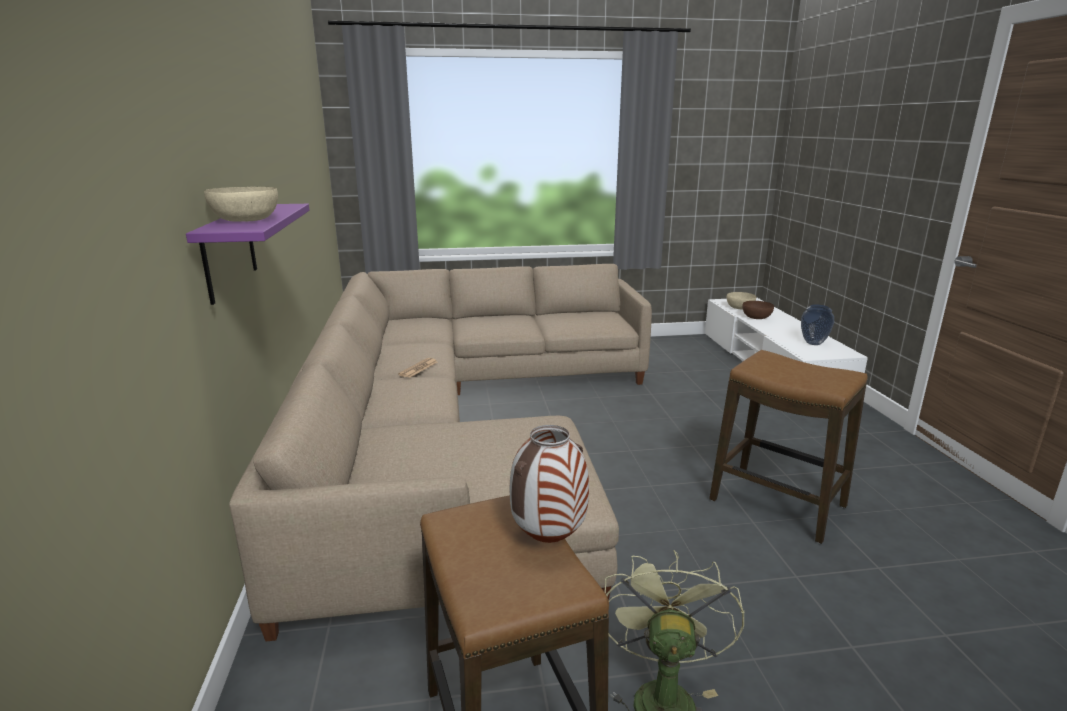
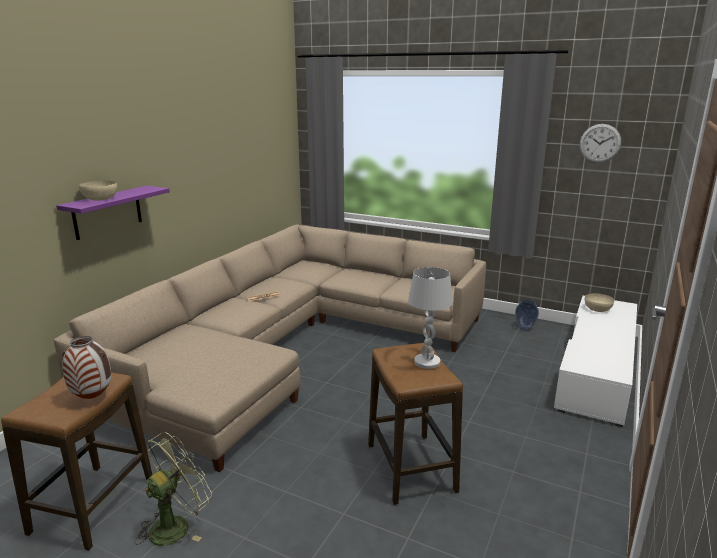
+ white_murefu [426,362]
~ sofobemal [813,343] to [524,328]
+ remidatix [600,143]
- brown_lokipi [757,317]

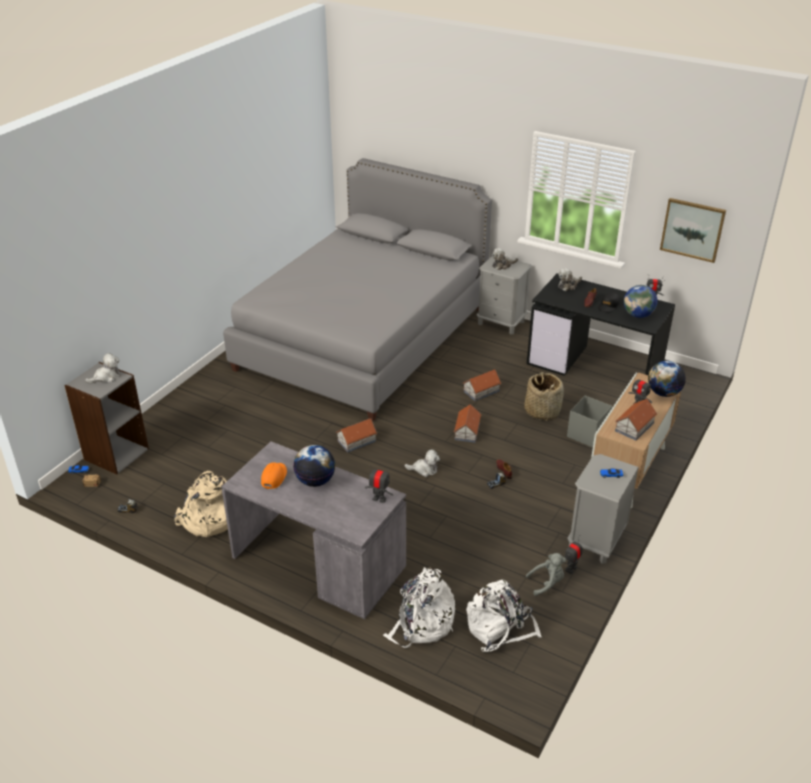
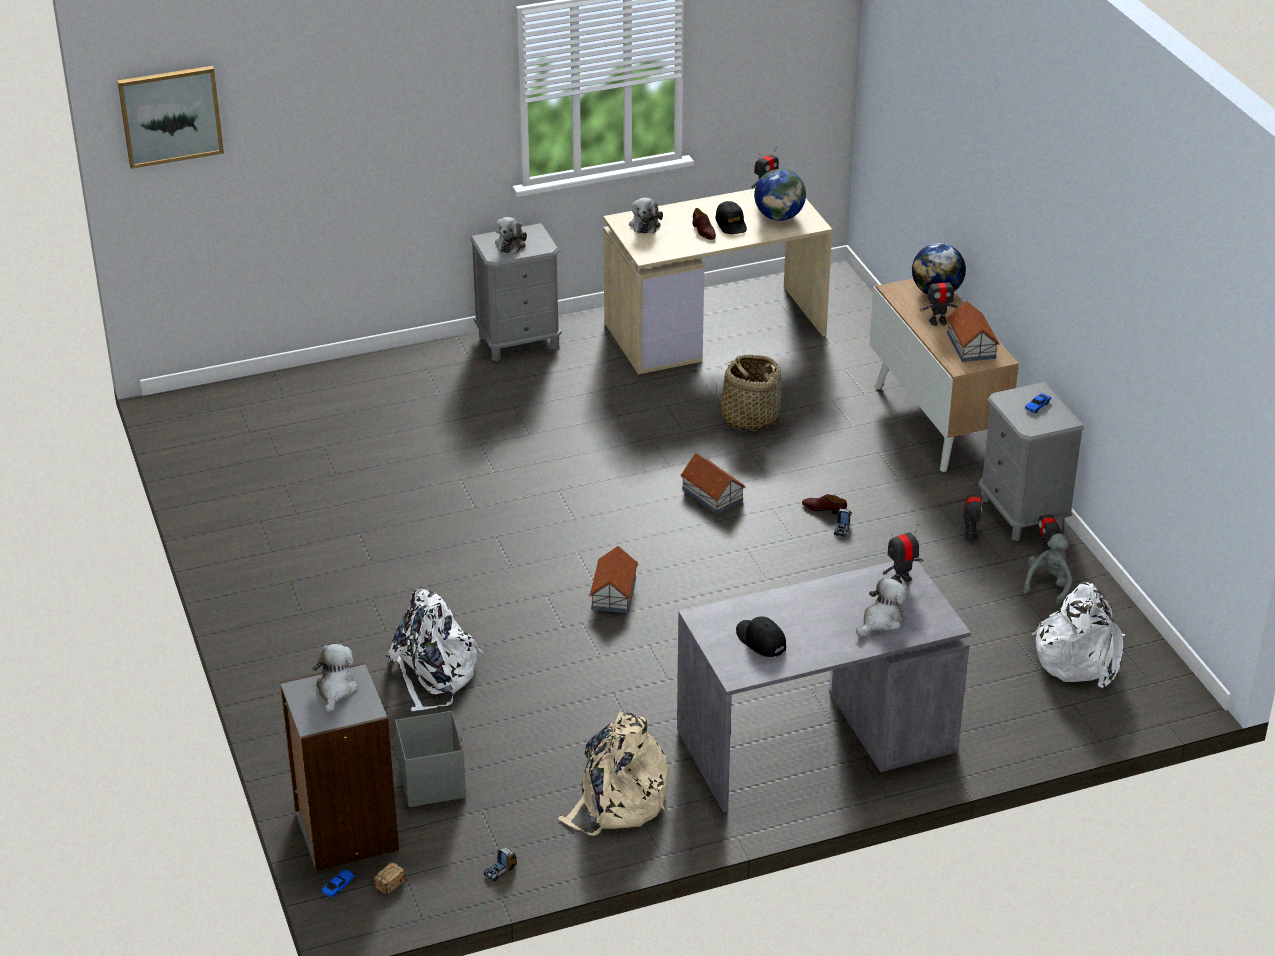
~ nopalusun [692,229] to [170,115]
~ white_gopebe [421,623] to [434,674]
~ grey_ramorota [588,434] to [432,781]
~ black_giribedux [595,366] to beige_giribedux [715,328]
~ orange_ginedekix [274,477] to black_ginedekix [760,640]
~ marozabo [424,469] to [881,621]
+ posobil [970,535]
- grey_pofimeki [363,338]
- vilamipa [315,481]
- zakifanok [481,391]

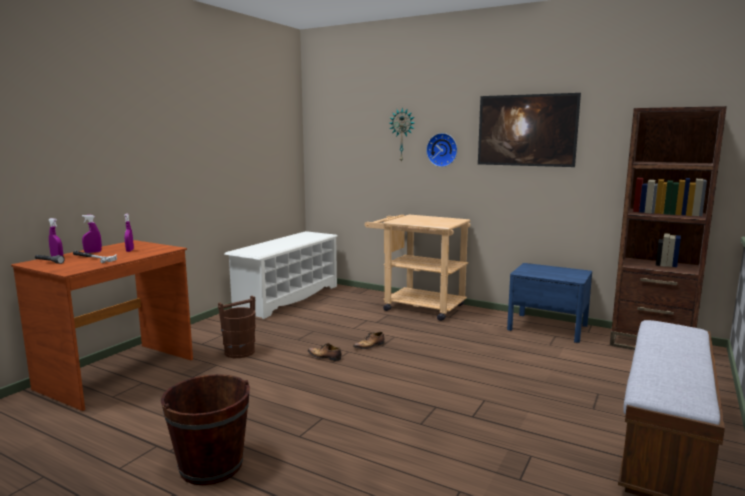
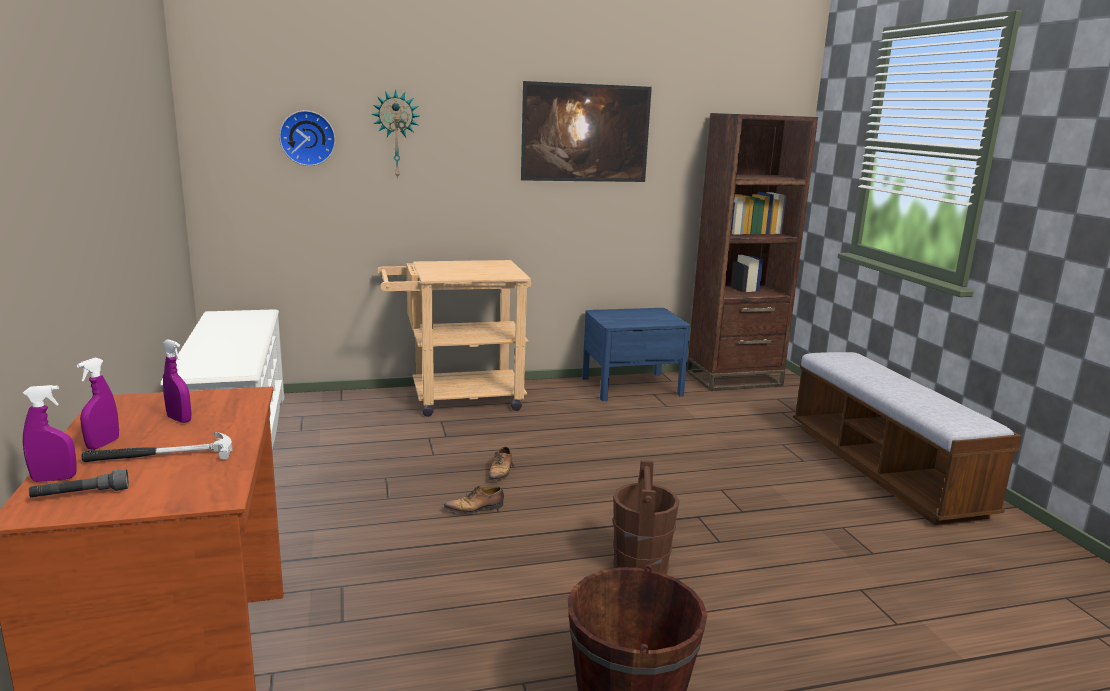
~ remidatix [442,150] to [307,138]
~ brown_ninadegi [240,352] to [641,566]

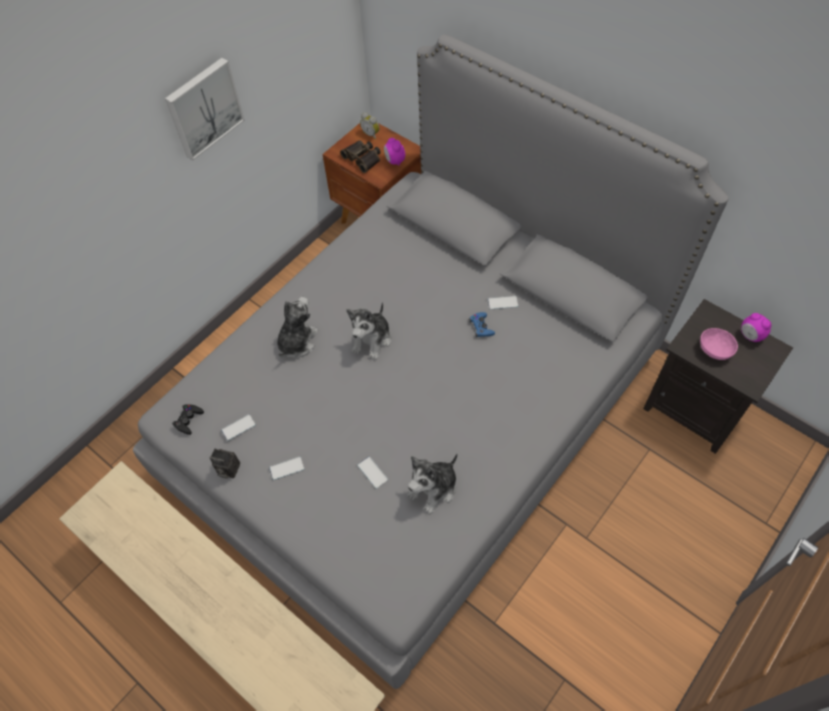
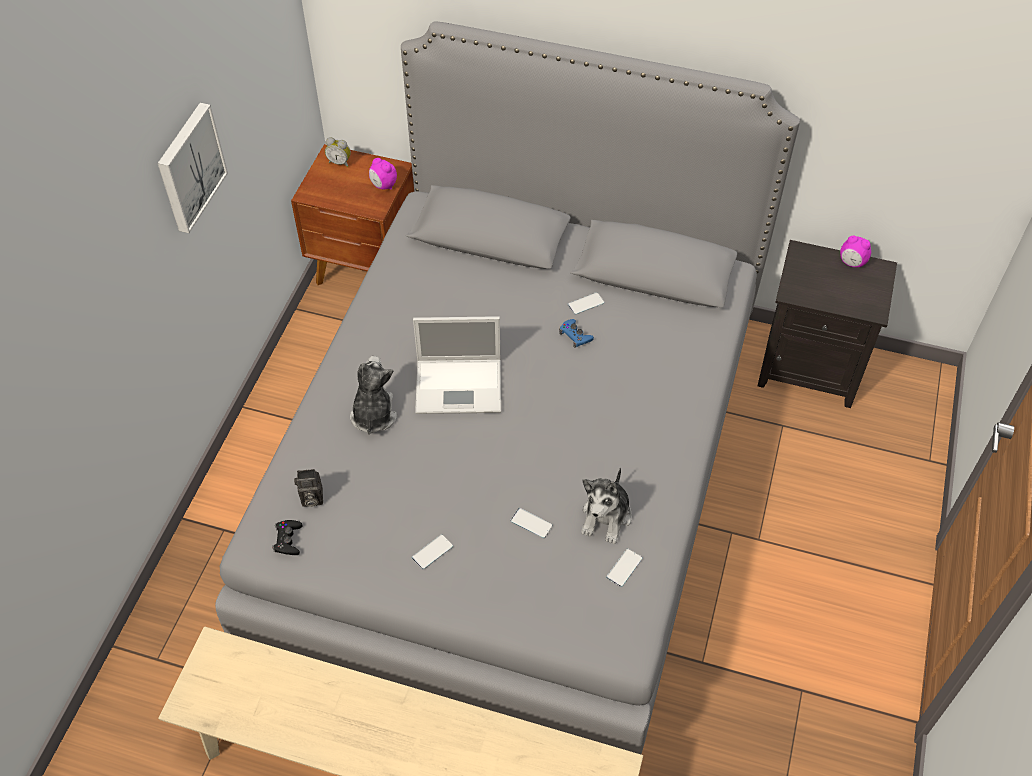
~ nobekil [227,470] to [311,499]
~ marozabo [372,340] to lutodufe [460,385]
~ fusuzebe [238,427] to [624,568]
- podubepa [363,158]
- pink_lokipi [714,349]

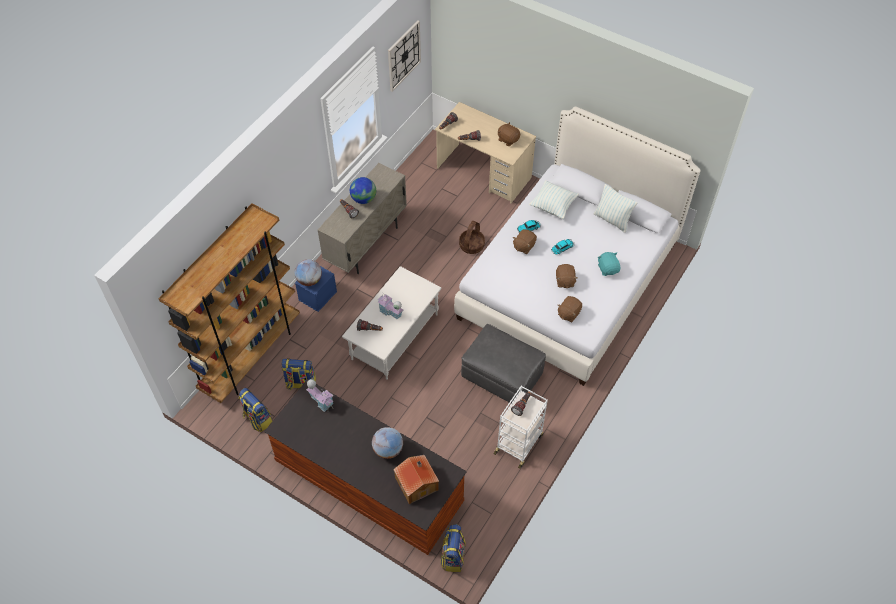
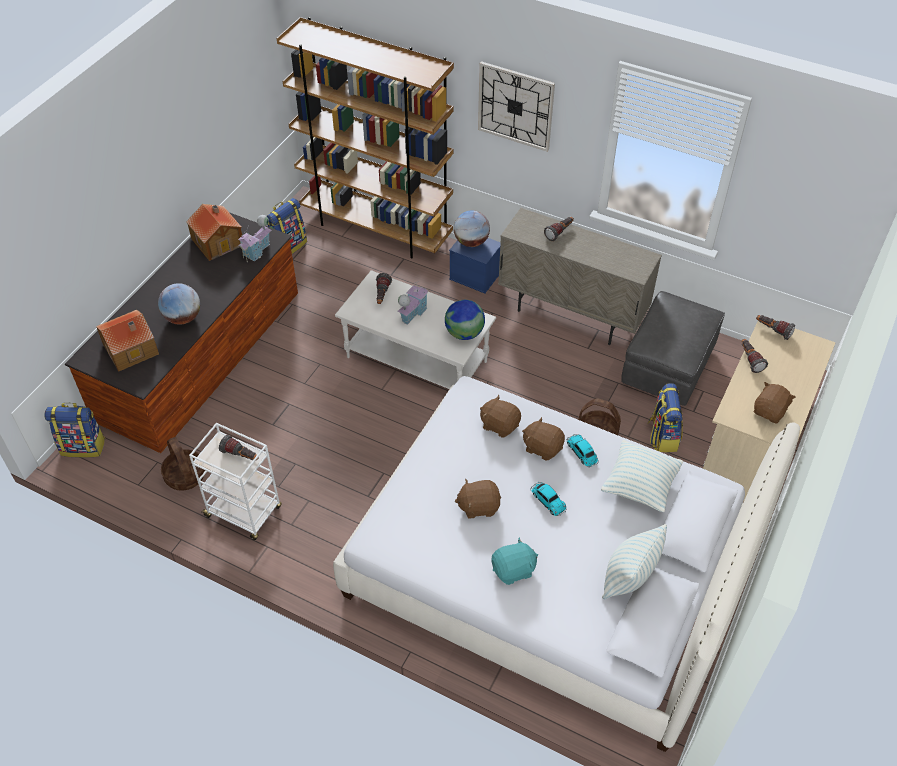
+ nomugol [185,475]
+ zakifanok [218,241]
~ vilamipa [363,199] to [464,333]
~ remidatix [404,55] to [515,106]
~ brown_marozabo [568,313] to [499,425]
~ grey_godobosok [502,376] to [668,367]
~ gopebe [301,384] to [662,436]

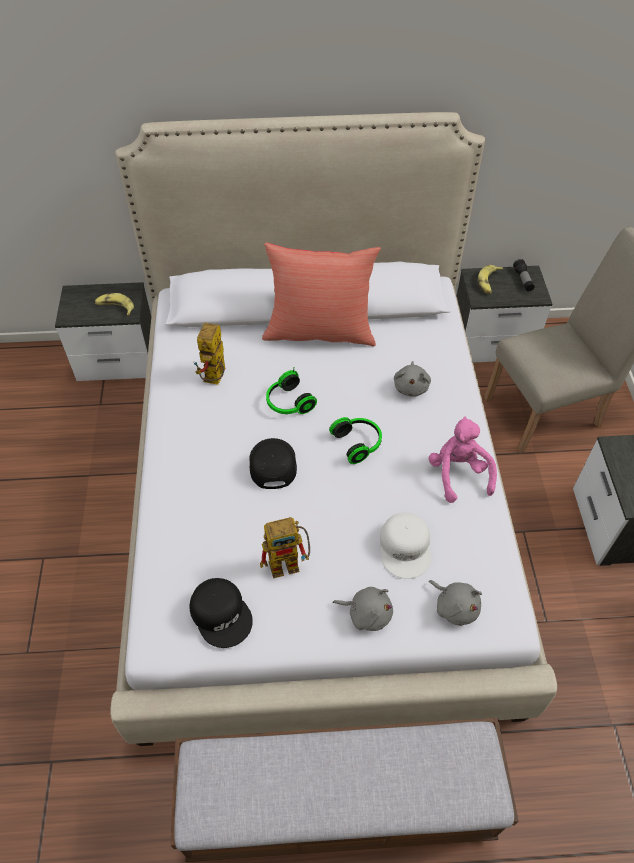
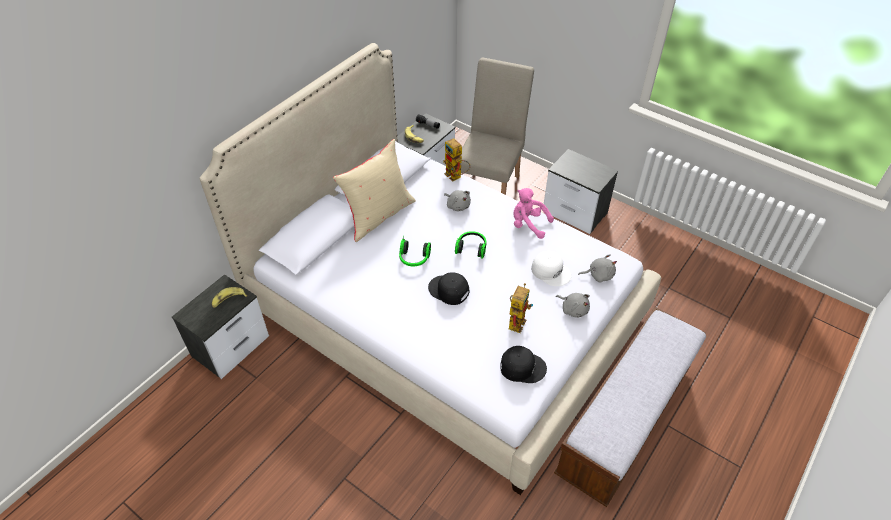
~ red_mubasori [319,331] to beige_mubasori [378,215]
~ posobil [215,380] to [456,177]
~ grey_marozabo [367,613] = [573,309] 75 degrees clockwise

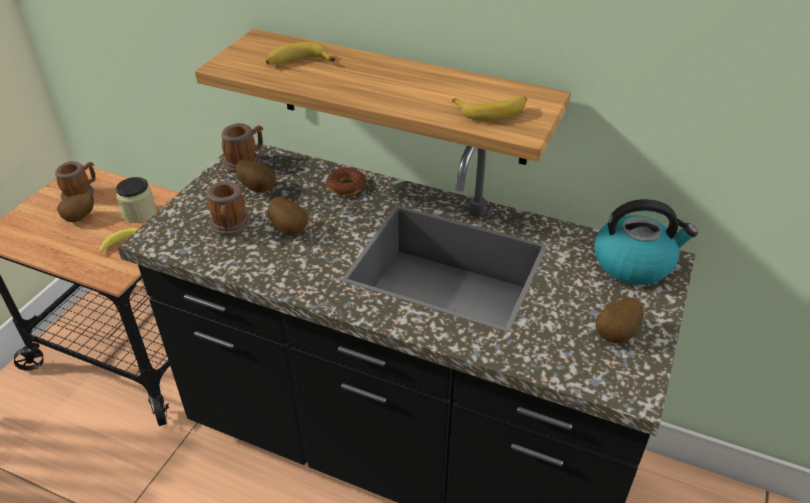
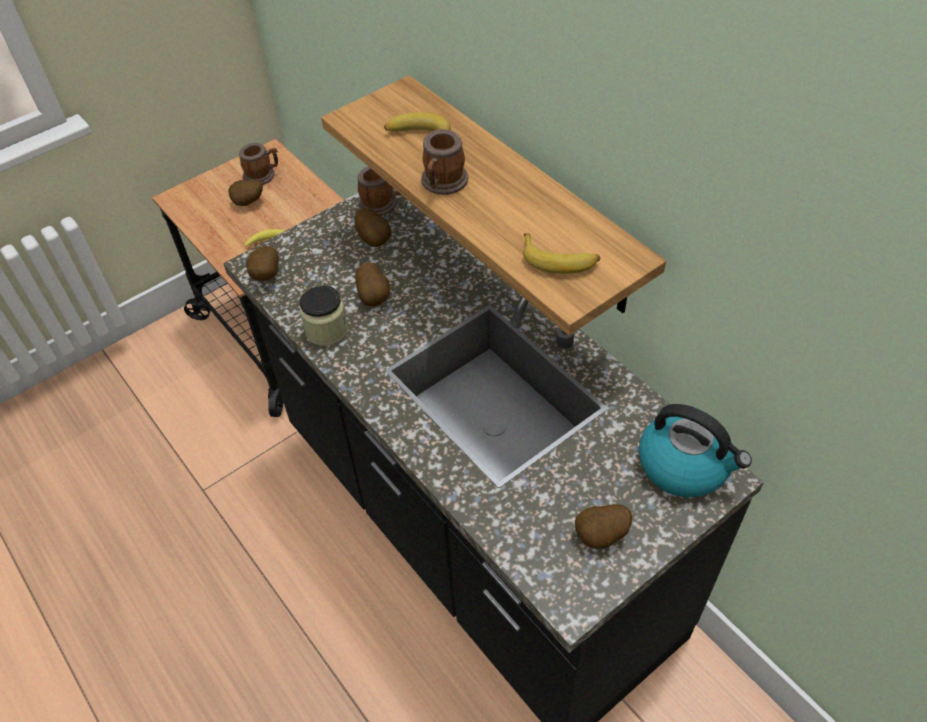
+ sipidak [265,276]
~ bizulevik [140,213] to [327,330]
~ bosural [230,226] to [443,184]
- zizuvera [346,186]

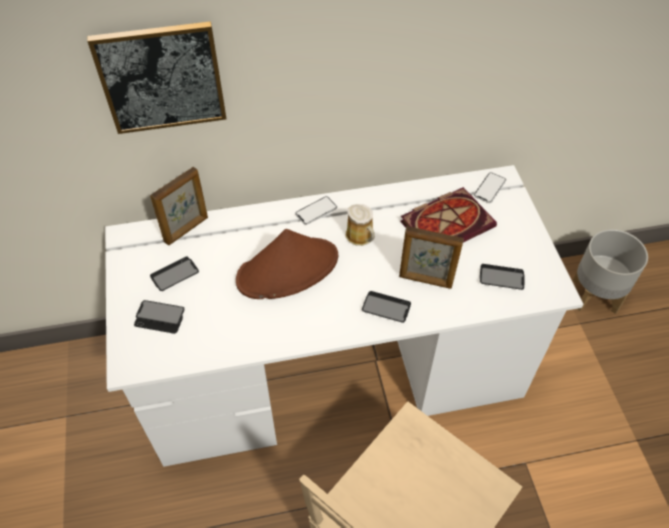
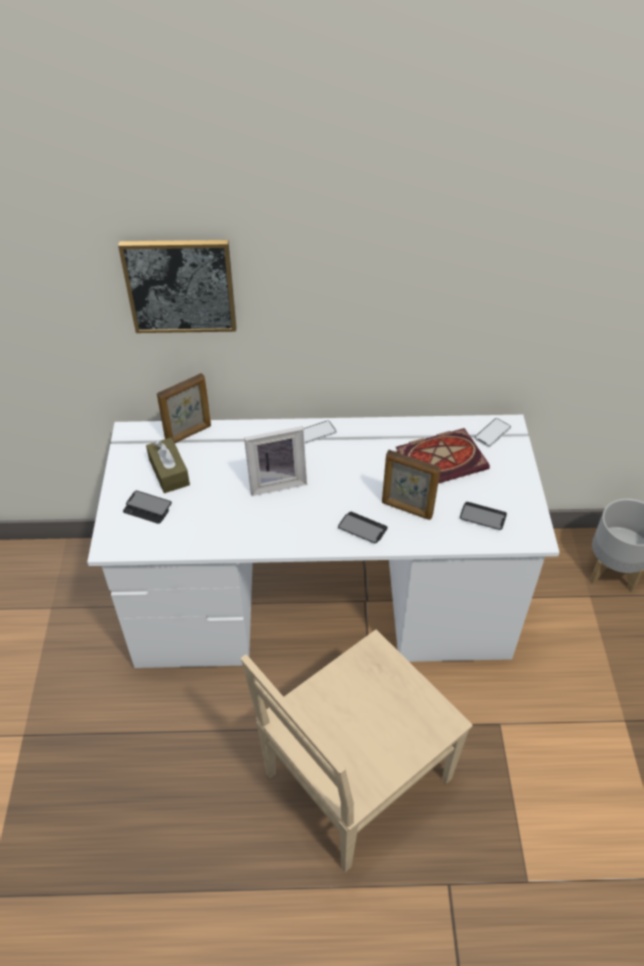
~ fusuzebe [174,274] to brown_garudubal [169,472]
~ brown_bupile [288,269] to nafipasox [276,481]
- bosural [361,237]

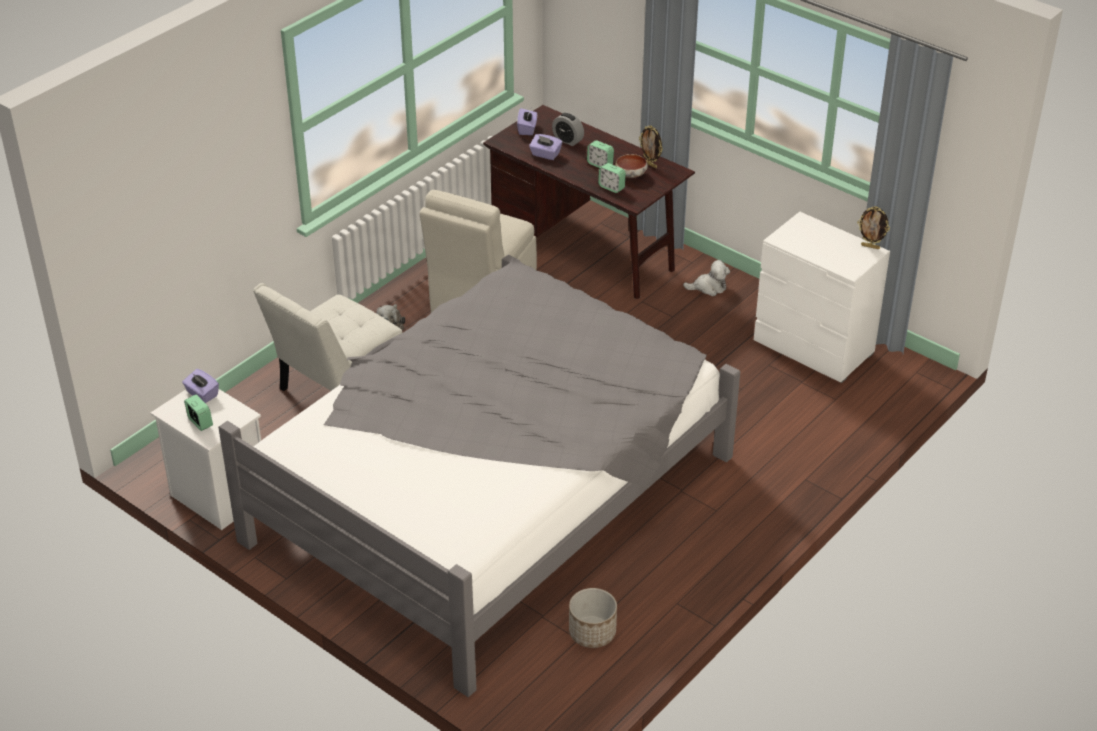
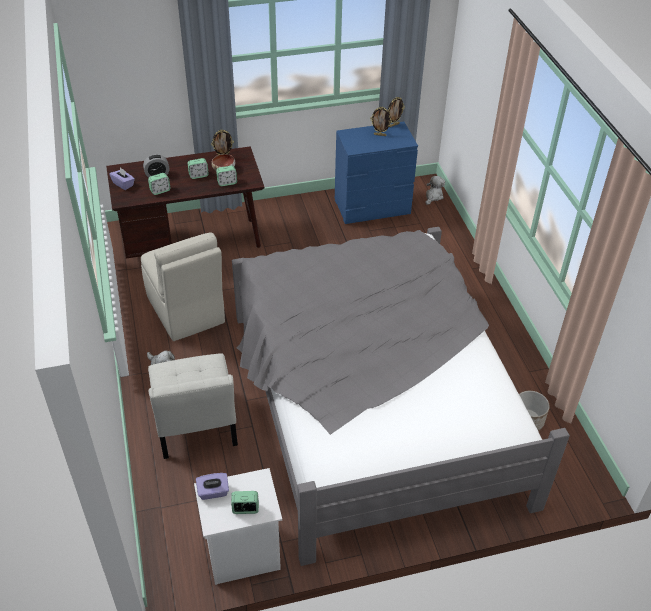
~ purple_garudubal [545,154] to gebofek [160,190]
~ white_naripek [814,348] to blue_naripek [372,207]
+ nafipasox [380,135]
~ marozabo [708,287] to [433,196]

